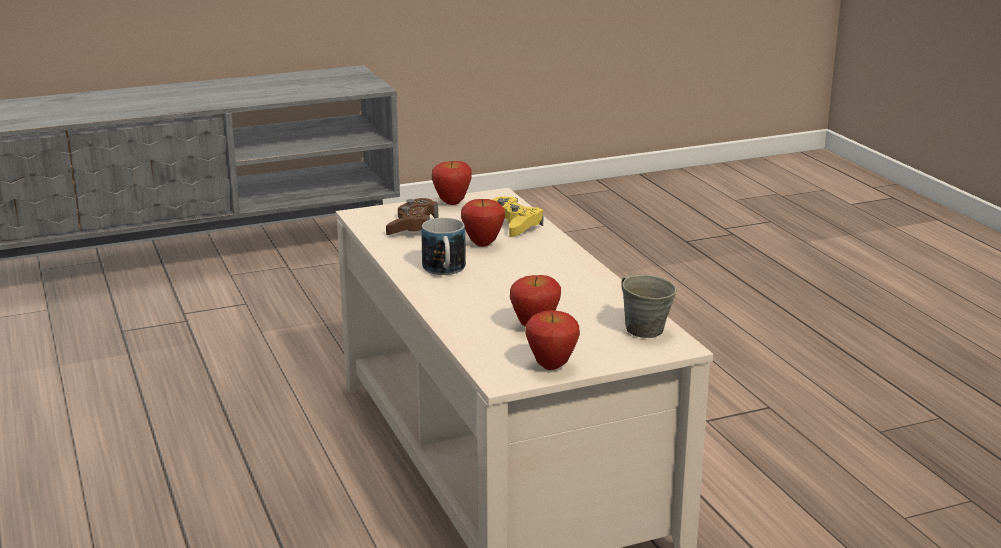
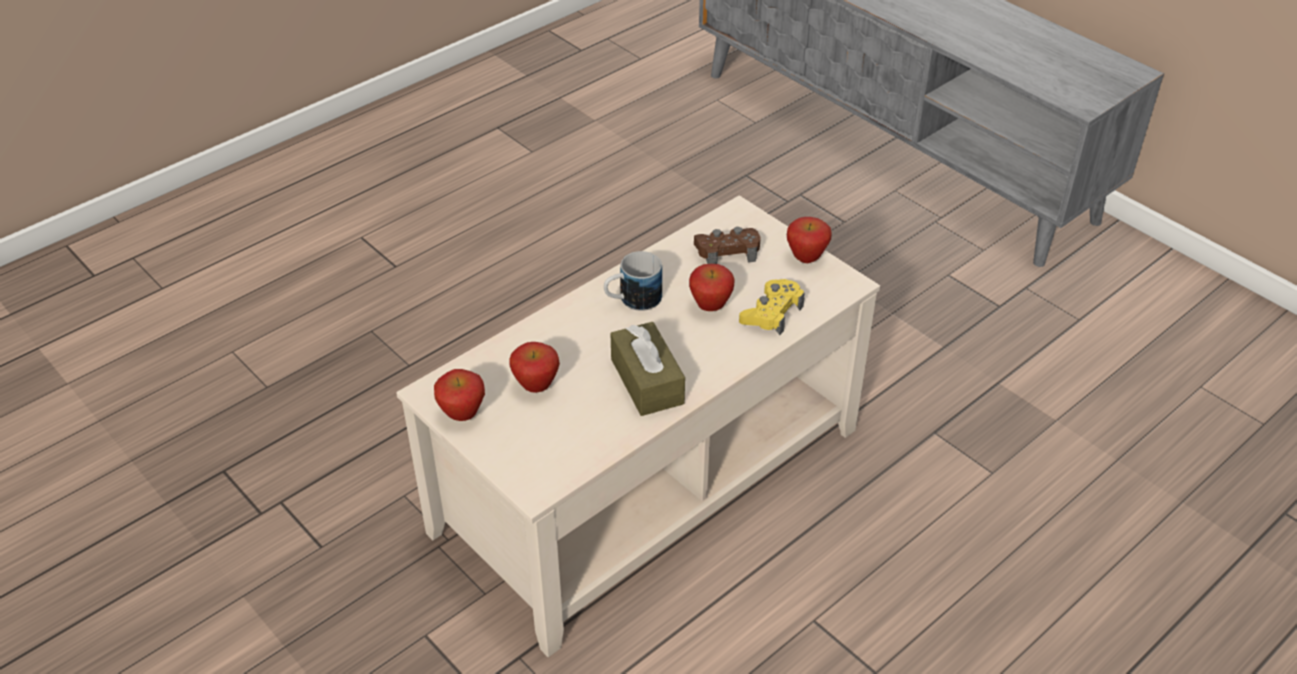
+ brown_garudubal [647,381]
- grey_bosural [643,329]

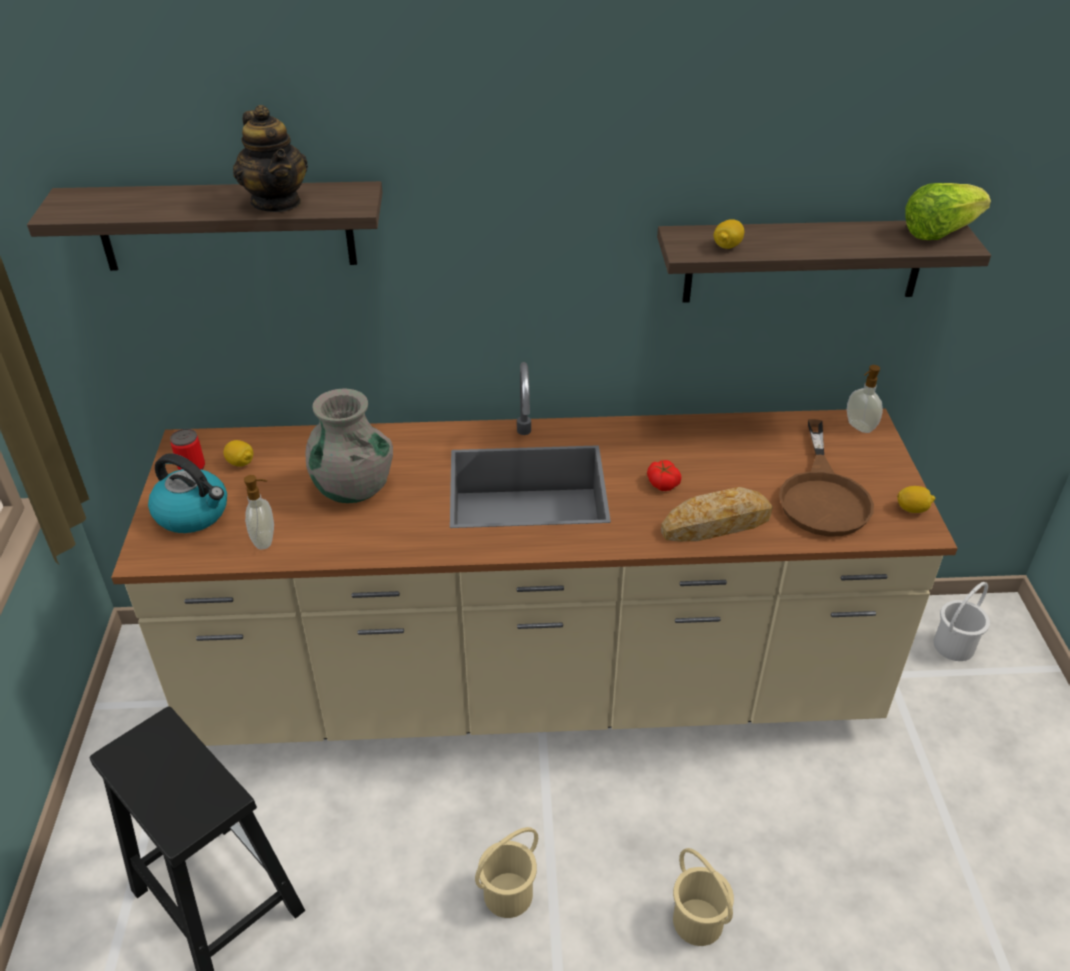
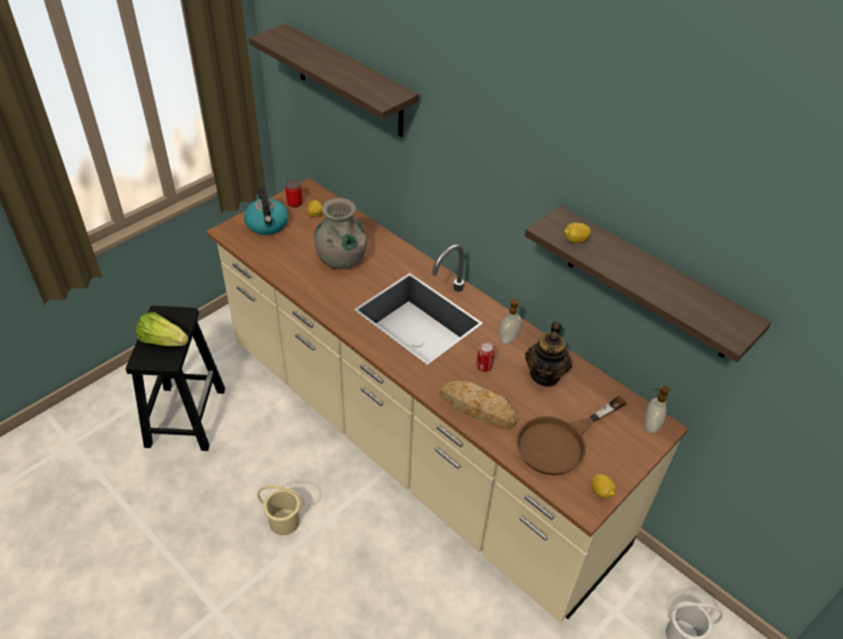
~ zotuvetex [939,232] to [163,341]
~ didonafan [662,483] to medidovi [484,366]
~ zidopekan [265,540] to [509,339]
~ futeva [277,202] to [545,375]
- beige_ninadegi [698,920]

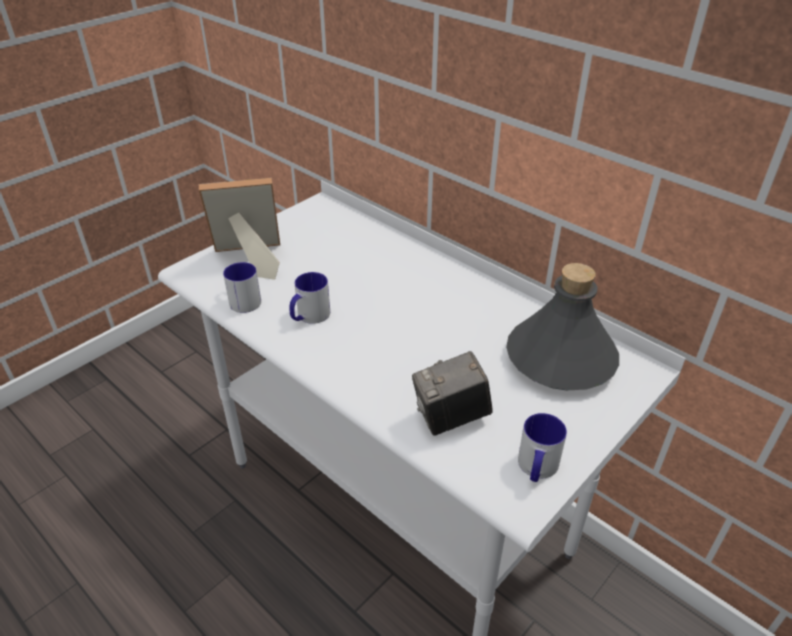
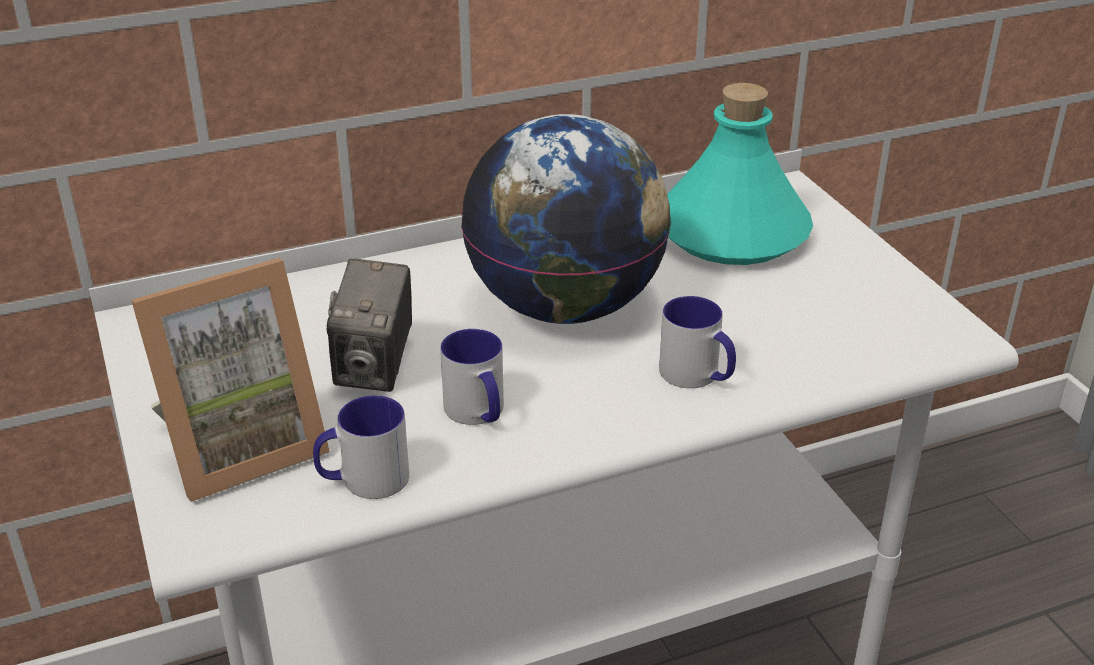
~ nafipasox [249,260] = [240,446] 135 degrees counterclockwise
~ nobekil [451,418] to [375,368]
+ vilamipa [566,307]
~ bosural [536,468] to [697,376]
~ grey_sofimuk [559,359] to turquoise_sofimuk [731,233]

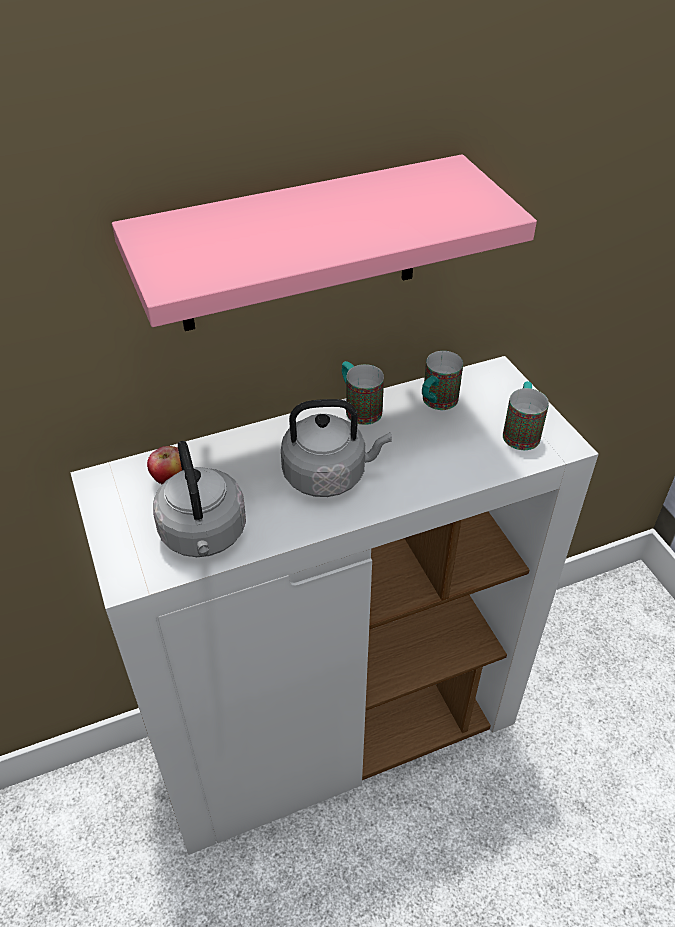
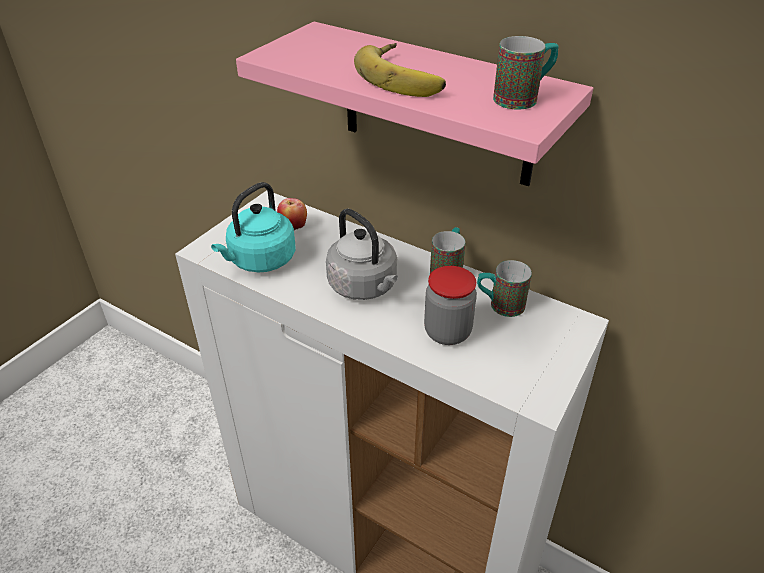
~ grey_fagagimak [204,536] to turquoise_fagagimak [260,261]
+ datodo [404,77]
+ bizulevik [447,332]
~ bosural [521,431] to [523,98]

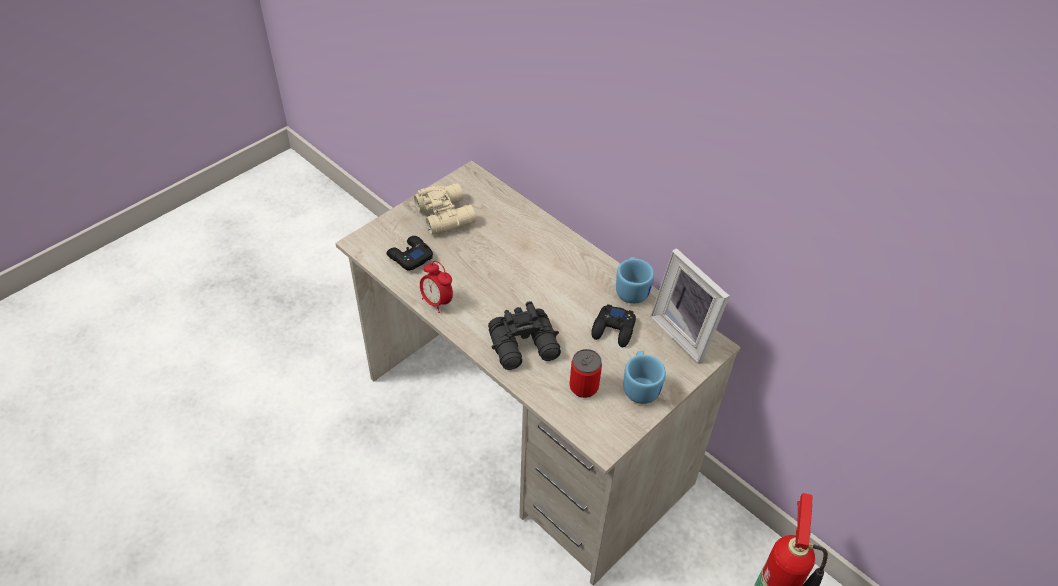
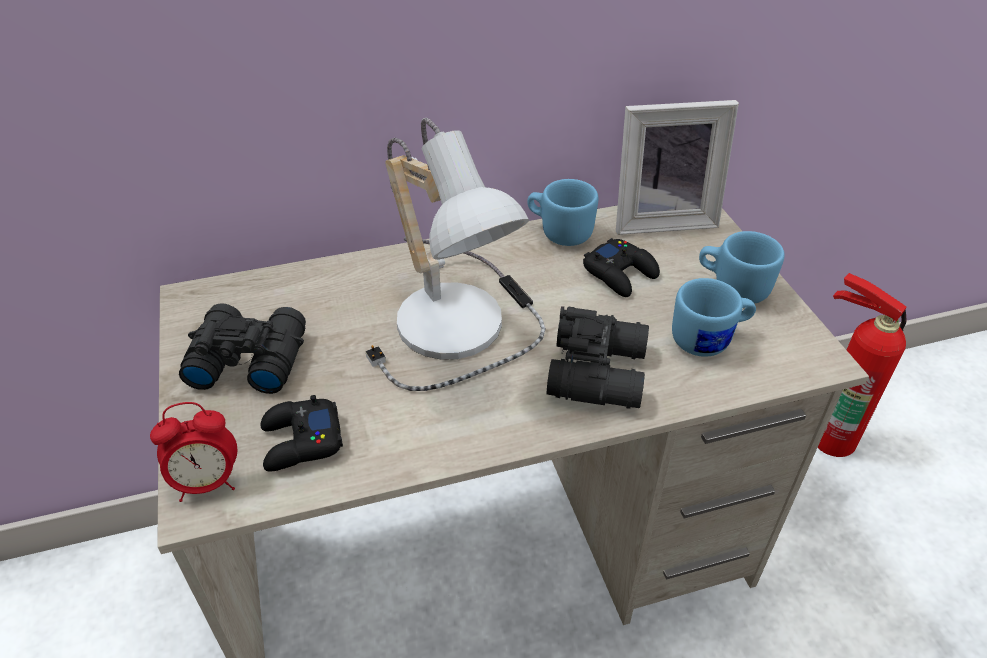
~ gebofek [437,302] to [207,483]
~ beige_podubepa [446,214] to black_podubepa [247,358]
+ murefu [462,323]
~ medidovi [584,387] to blue_bosural [709,340]

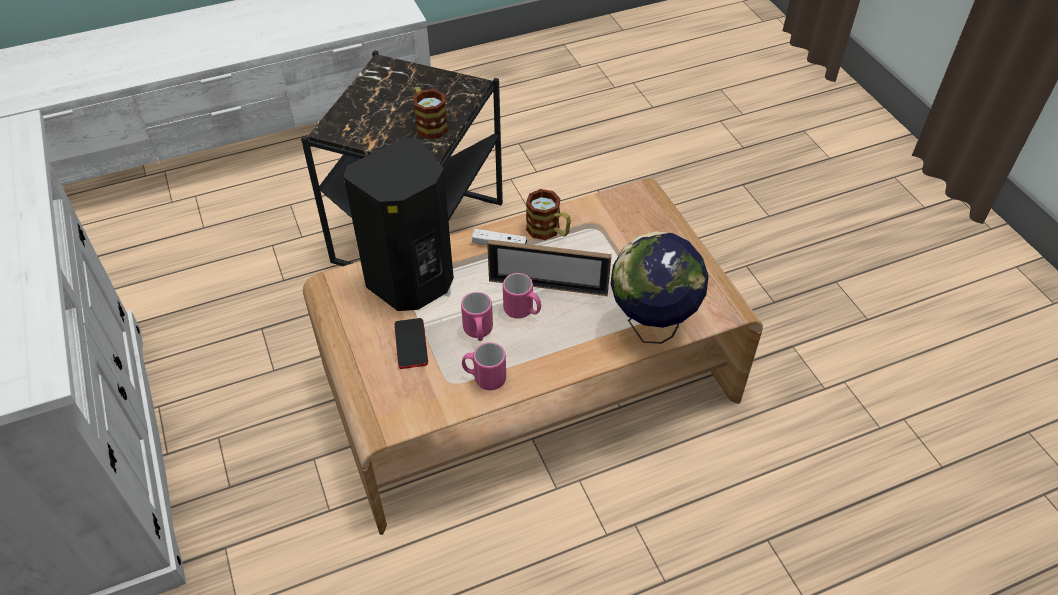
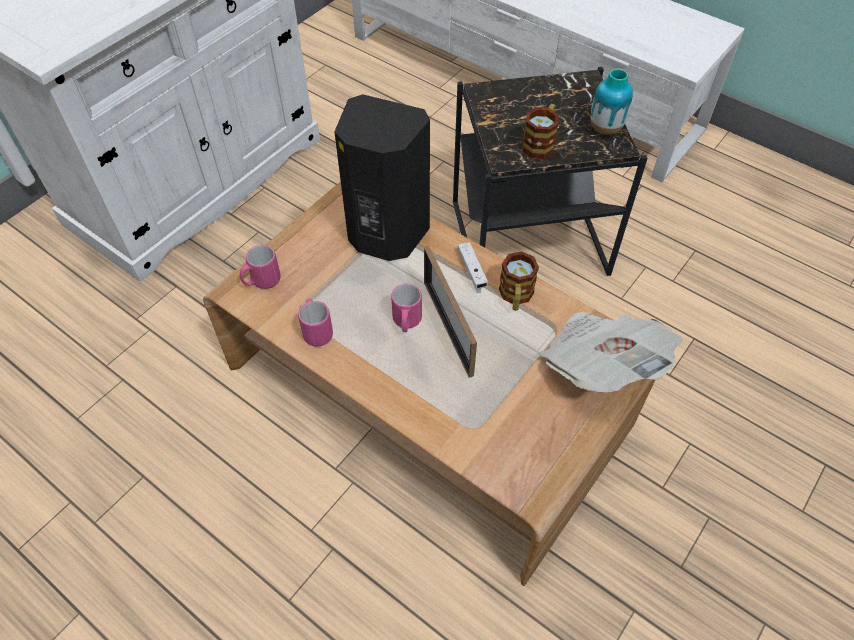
~ pink_bosural [478,332] to [262,282]
+ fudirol [600,364]
+ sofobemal [605,129]
- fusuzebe [411,344]
- vilamipa [651,327]

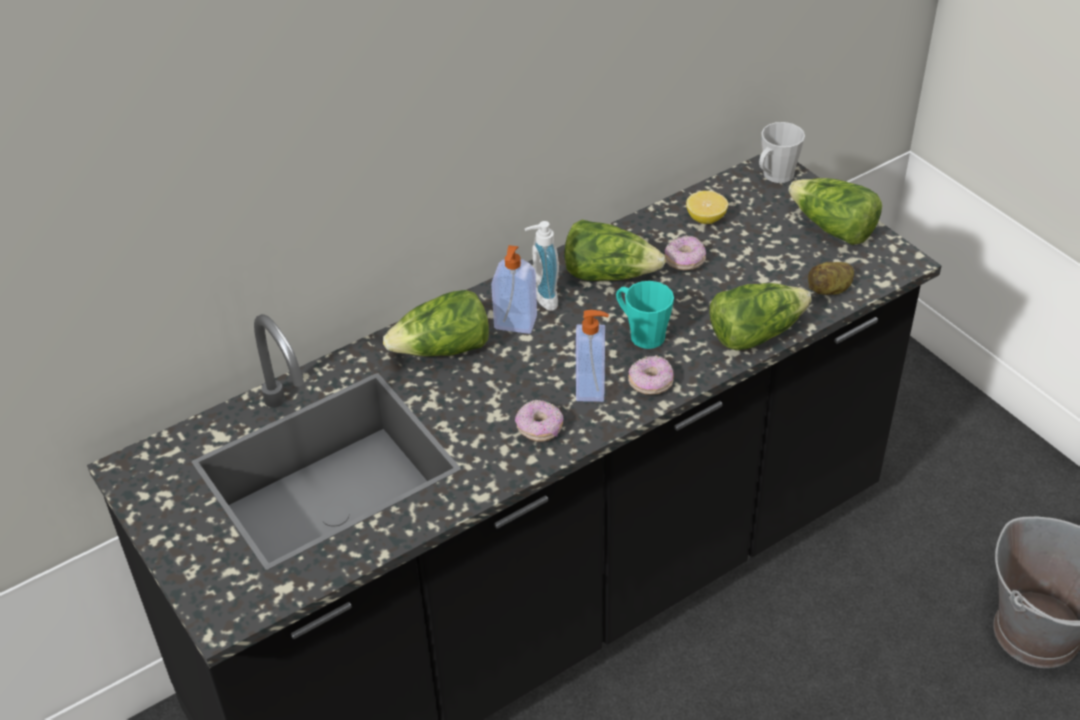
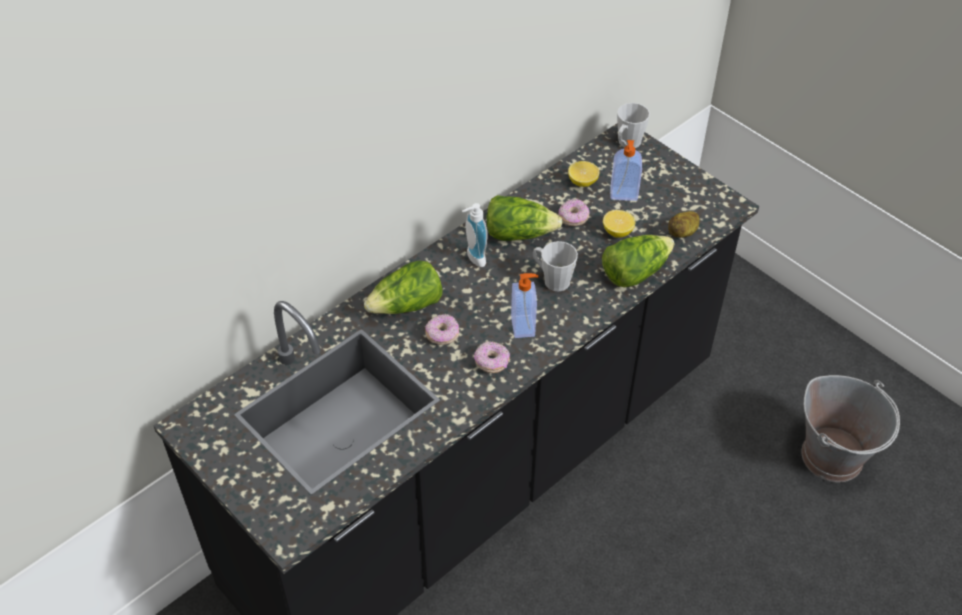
~ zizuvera [651,383] to [442,335]
~ turquoise_bosural [641,333] to grey_bosural [552,279]
+ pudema [617,232]
~ zidopekan [515,324] to [623,194]
- zotuvetex [832,228]

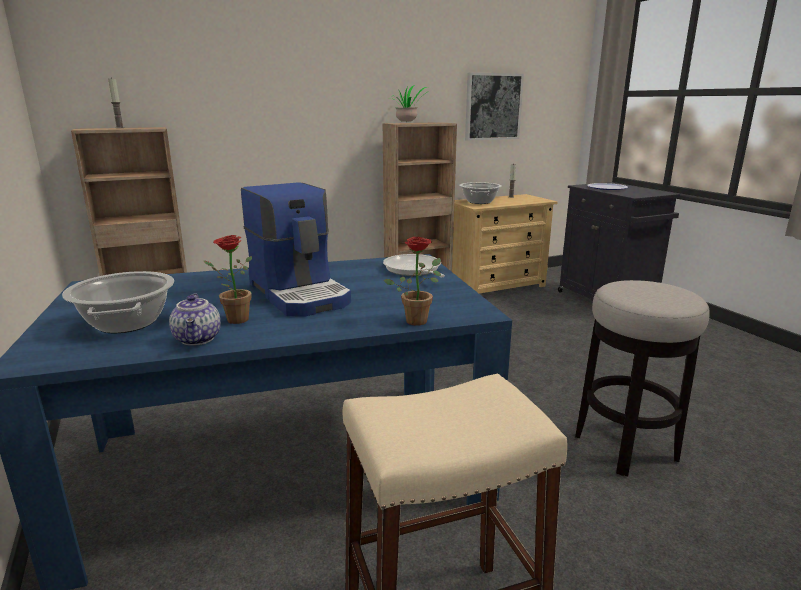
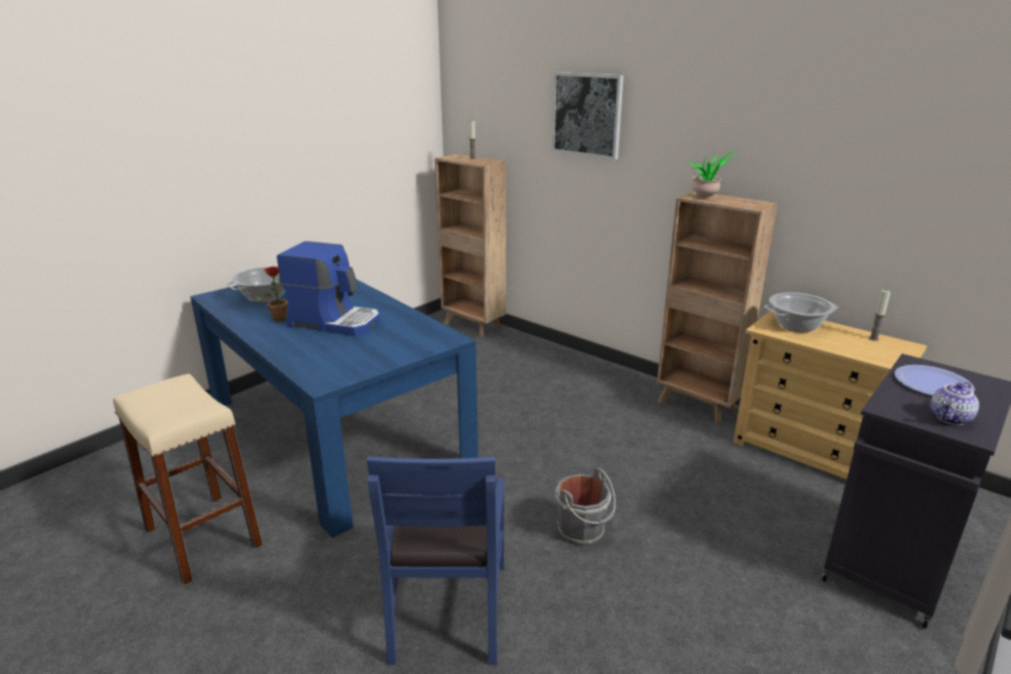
~ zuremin [301,294] = [335,321] 105 degrees counterclockwise
~ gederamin [625,447] to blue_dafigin [447,609]
~ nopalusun [493,107] to [587,114]
+ grey_ninadegi [583,531]
~ futeva [199,339] to [951,418]
- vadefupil [414,270]
- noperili [418,319]

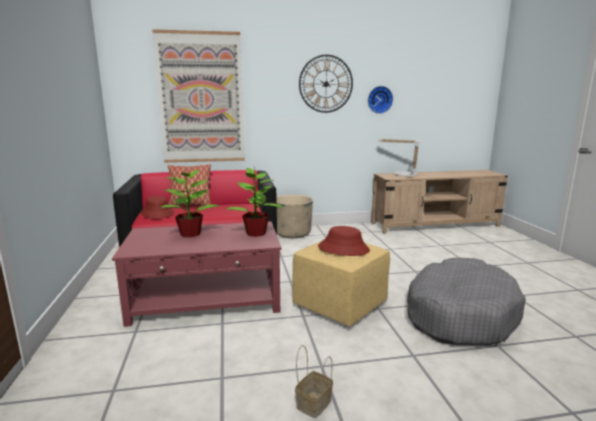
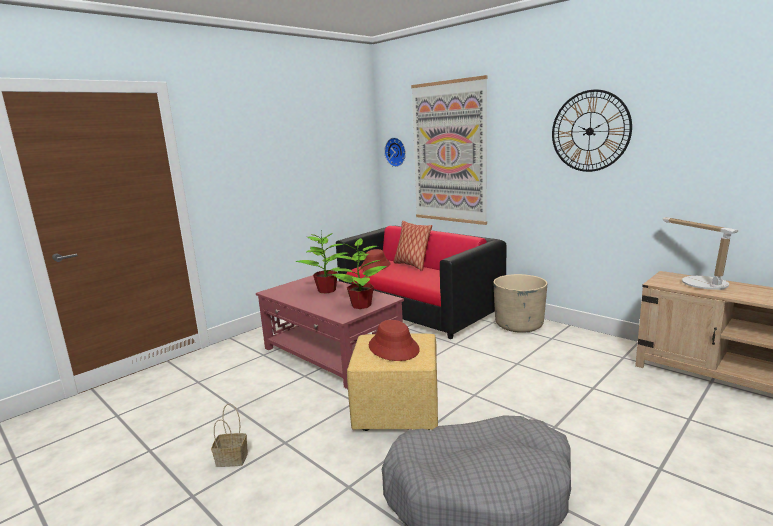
~ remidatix [379,99] to [396,152]

